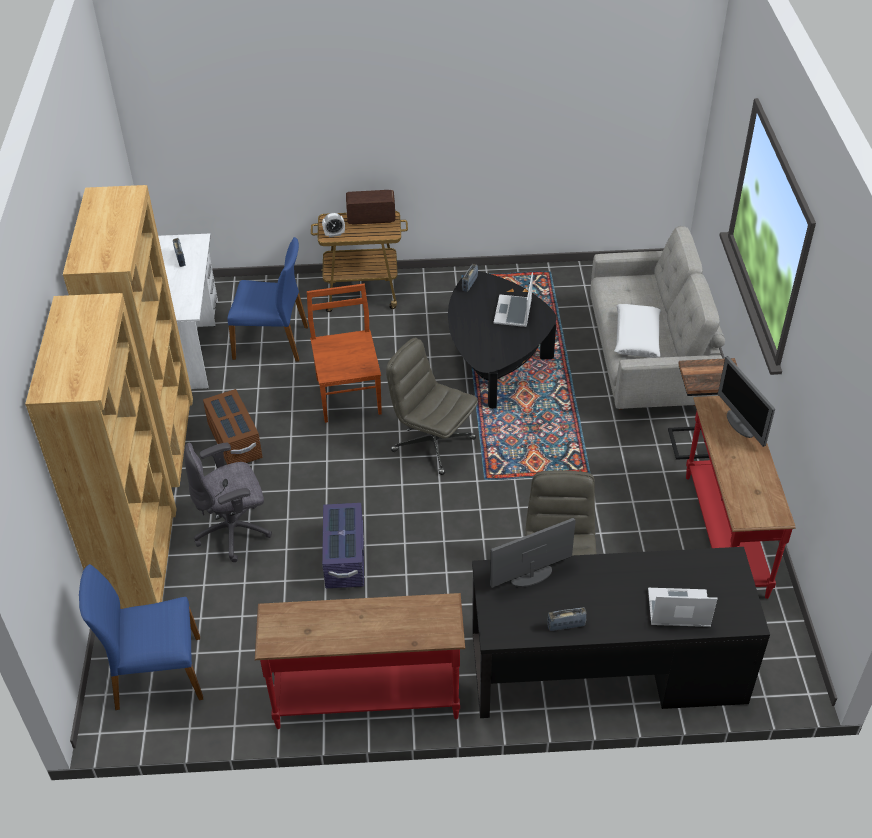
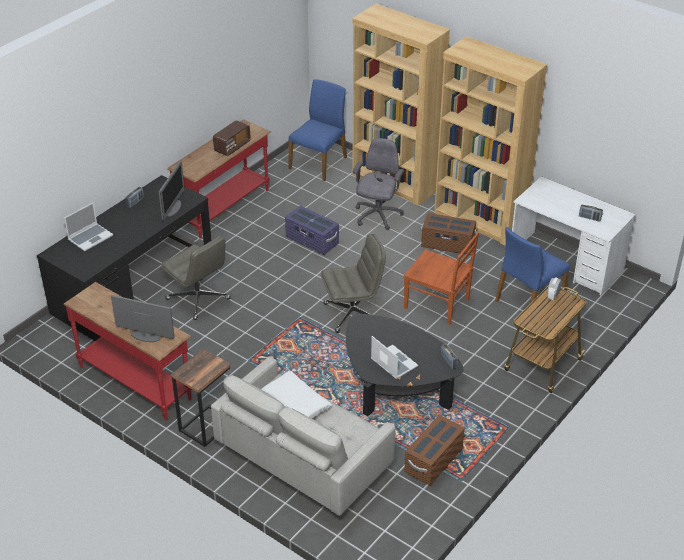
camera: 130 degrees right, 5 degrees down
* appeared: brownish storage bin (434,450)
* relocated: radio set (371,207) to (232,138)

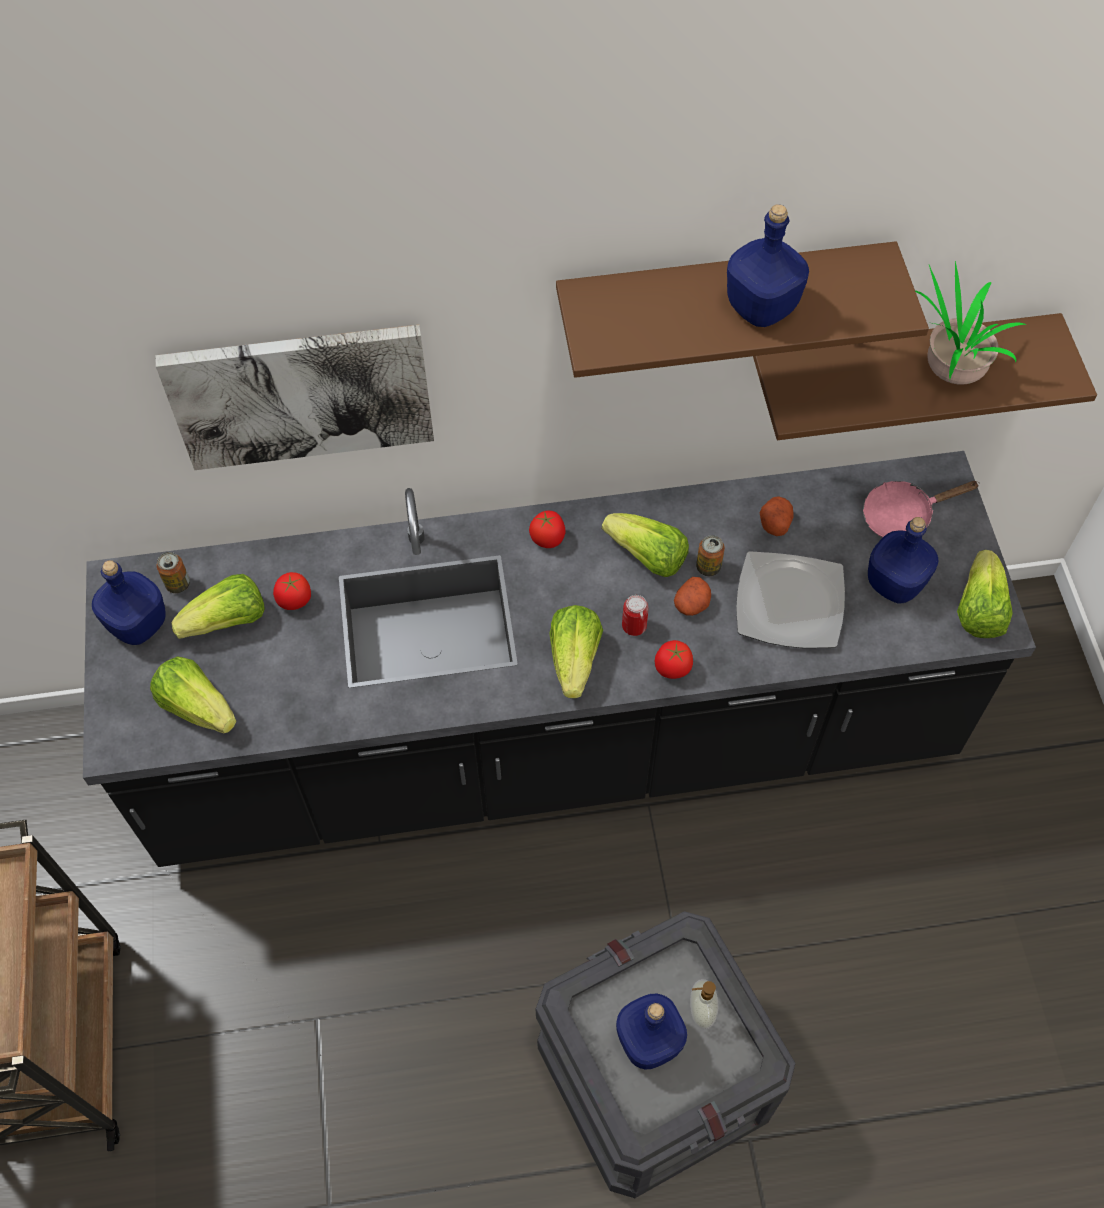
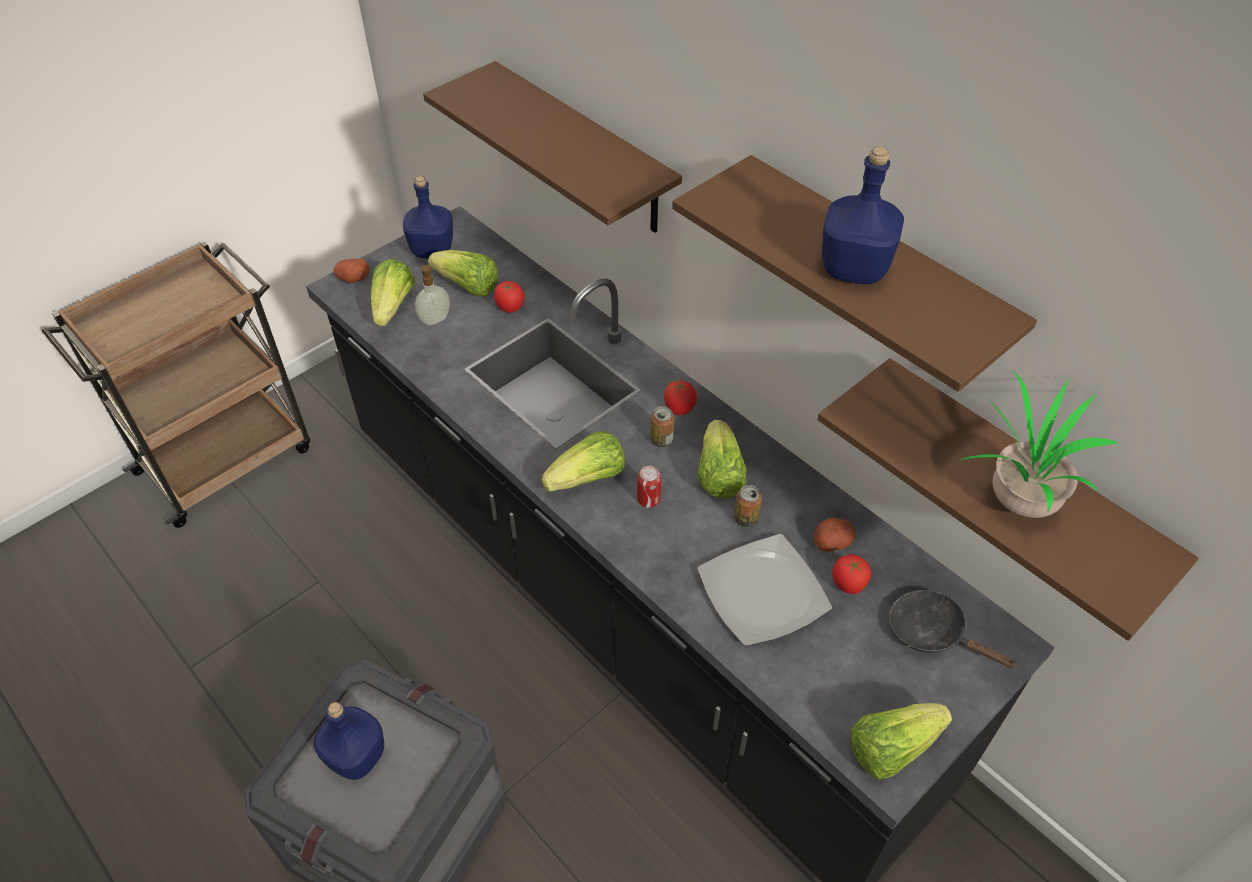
camera: 55 degrees right, 10 degrees down
* missing: blue-coloured beverage bottle (903,560)
* relocated: can (173,572) to (662,426)
* relocated: tomato (674,659) to (851,574)
* relocated: potato (692,596) to (351,271)
* relocated: liquid soap bottle (704,1004) to (432,295)
* exchanged: wall picture (295,397) to brownish shelf (552,147)
* colour: pink pan (921,509) to black-coloured pan (953,629)

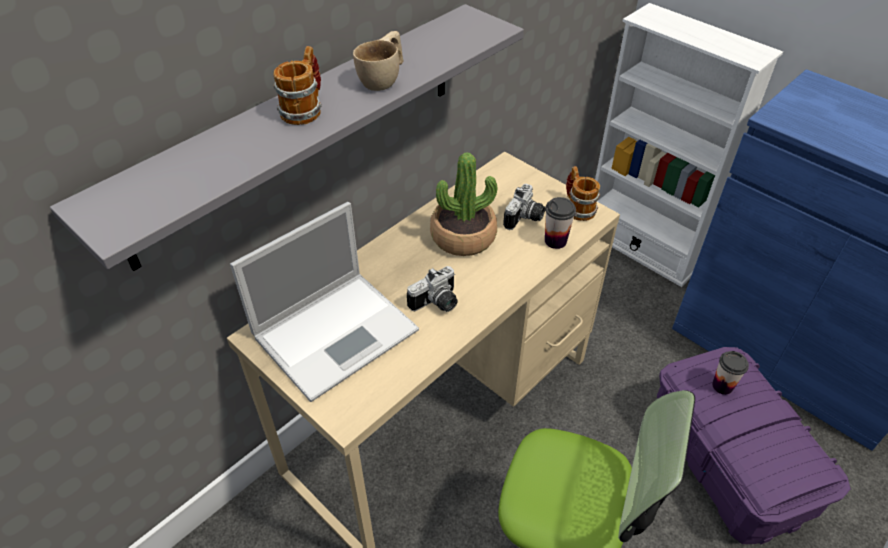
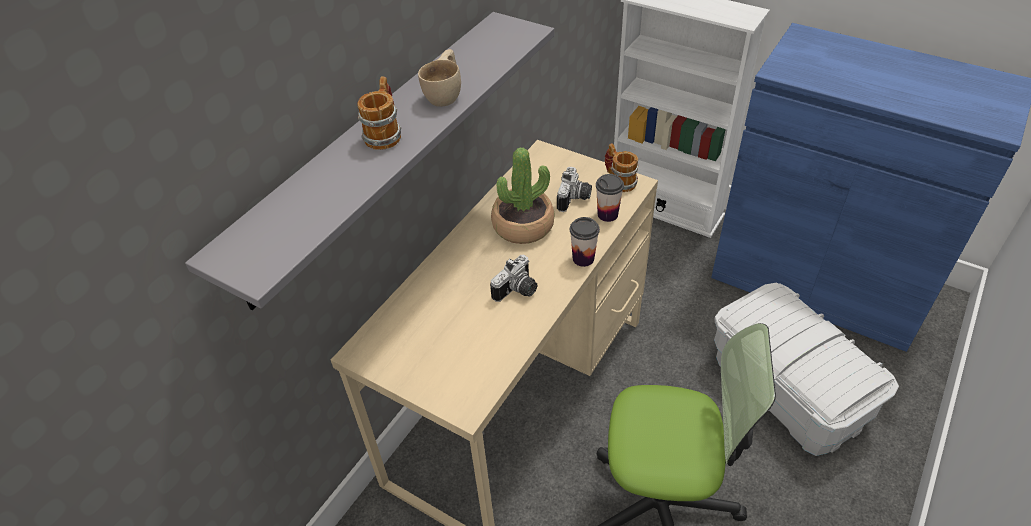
camera: 10 degrees left, 0 degrees up
* missing: notebook computer (324,302)
* relocated: drinking cup (730,373) to (585,242)
* colour: purple-coloured storage bin (754,445) to white storage bin (806,369)

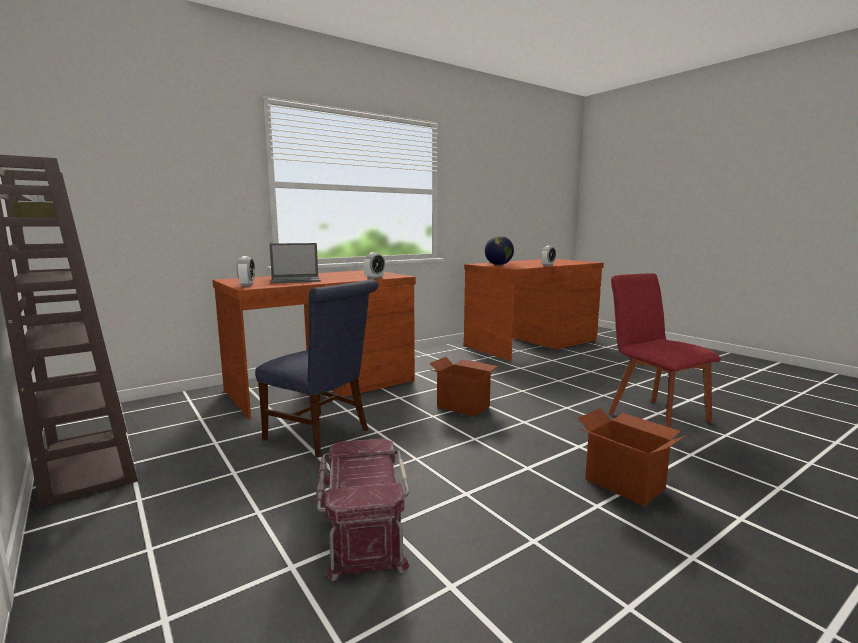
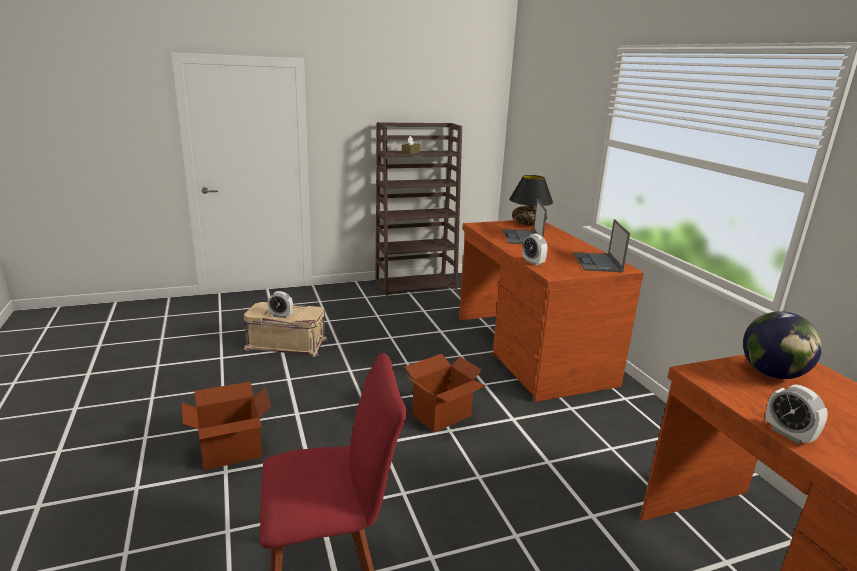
camera: 105 degrees right, 10 degrees up
* missing: blue-coloured plain chair (317,368)
* appeared: black-coloured lamp for a table (531,200)
* appeared: notebook computer (601,245)
* relocated: table clock (245,271) to (280,304)
* colour: red storage bin (363,509) to beige-coloured storage bin (286,329)

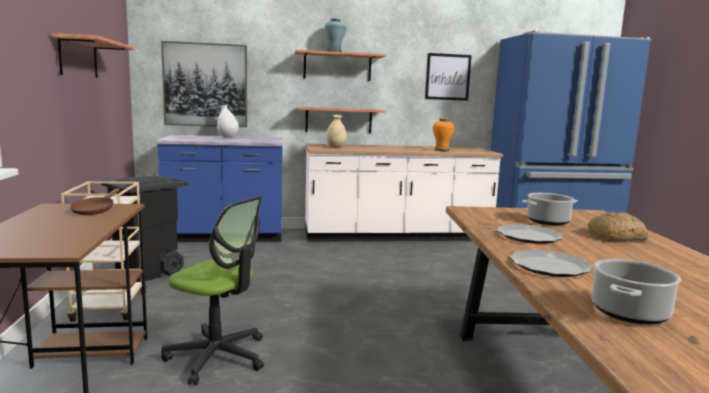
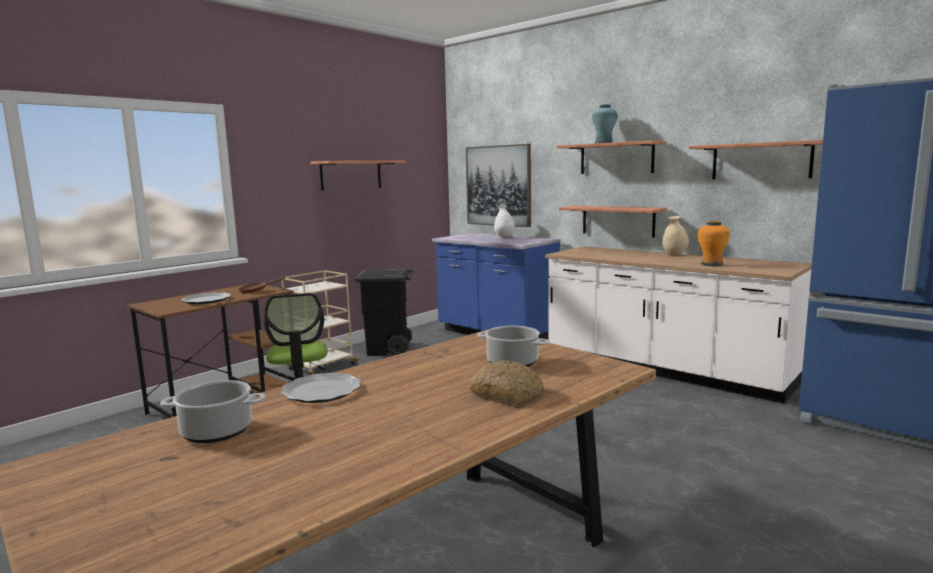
camera: 50 degrees right, 0 degrees up
* relocated: beige-coloured vase (336,131) to (675,235)
* relocated: plate (530,234) to (206,298)
* exchanged: wall picture (448,77) to shelf (756,159)

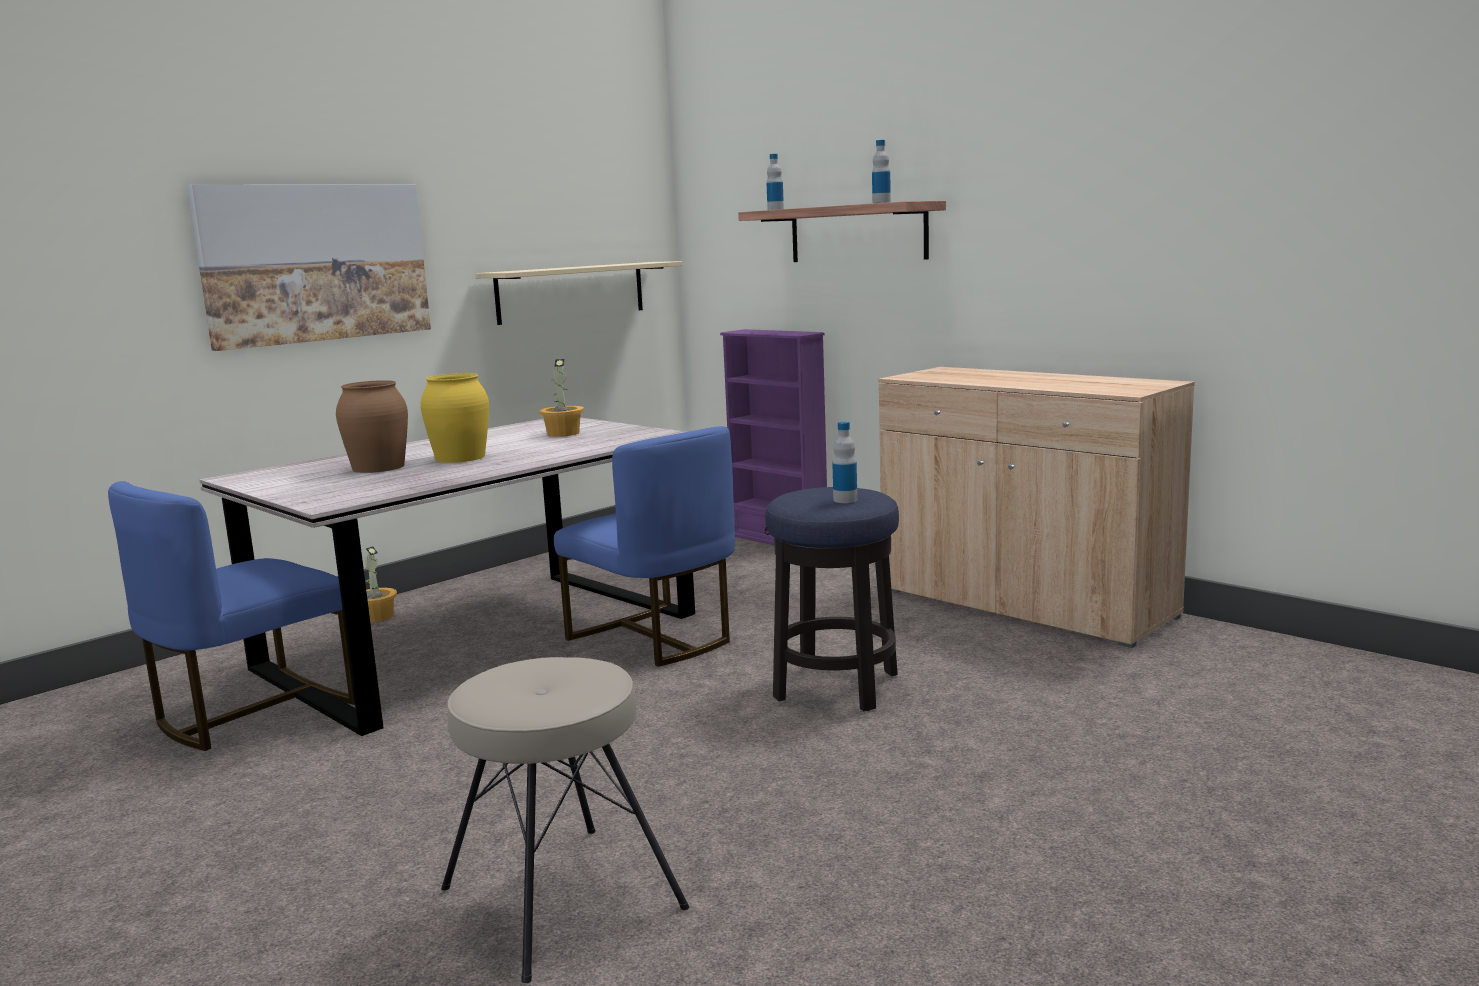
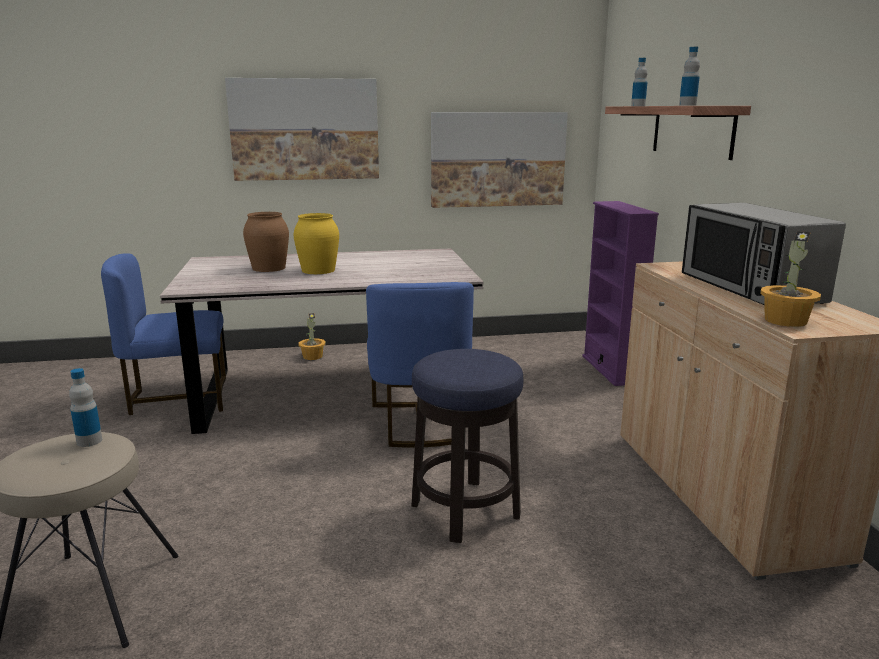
camera: 35 degrees right, 5 degrees up
* appeared: microwave (764,254)
* relocated: houseplant (561,398) to (790,279)
* relocated: beverage bottle (844,462) to (85,407)
* exchanged: beige-coloured shelf (579,293) to wall picture (499,160)

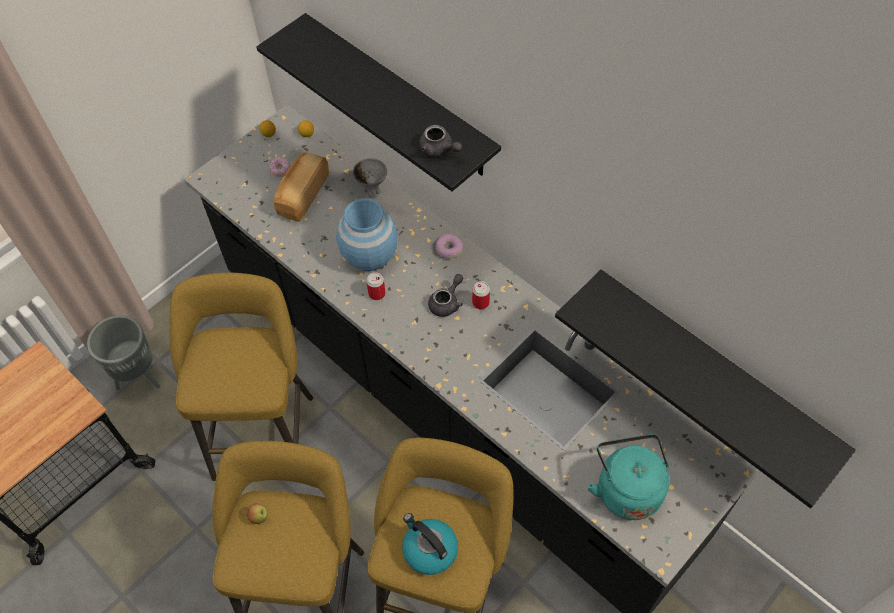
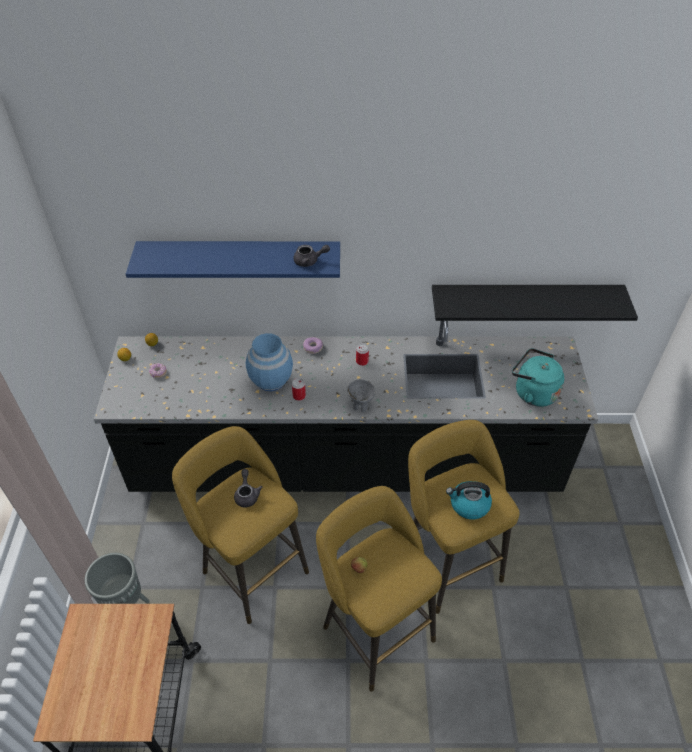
camera: 45 degrees left, 10 degrees down
* missing: bakery bread (301,187)
* relocated: gray deep dish (370,178) to (361,396)
* relocated: gray tea pot (445,295) to (248,488)
* colour: black-coloured shelf (379,102) to blue-coloured shelf (233,259)

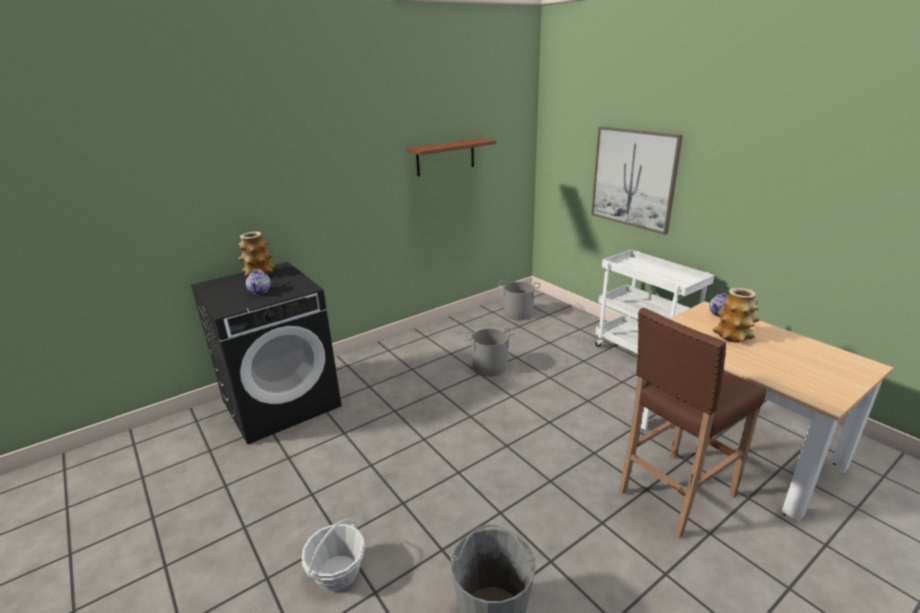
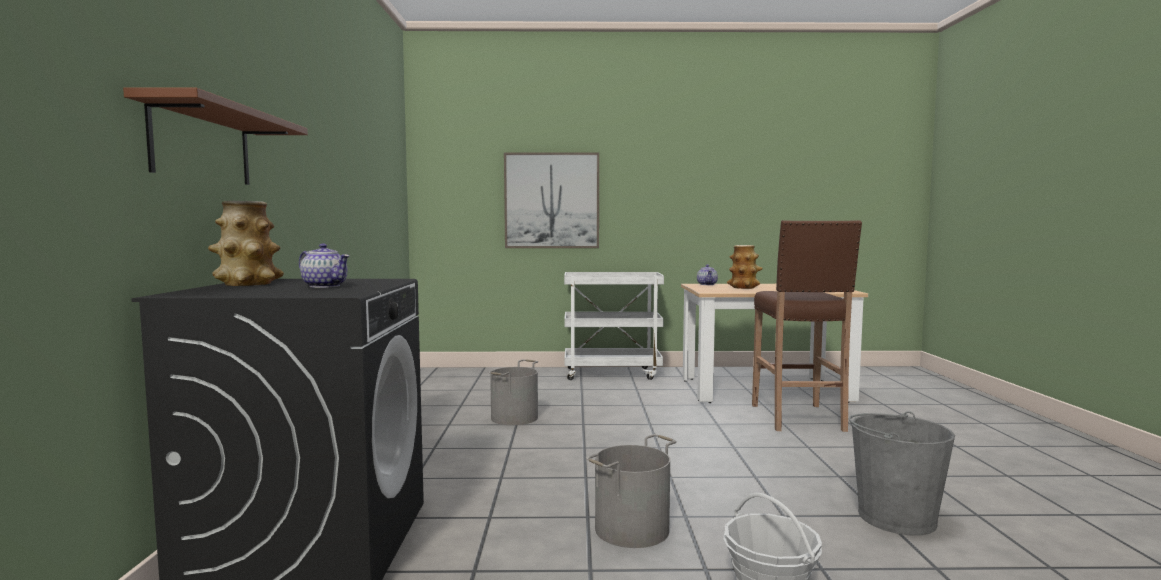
camera: 55 degrees left, 20 degrees down
* relocated: brownish shelf (451,157) to (215,136)
* relocated: gray bucket (519,300) to (631,491)

